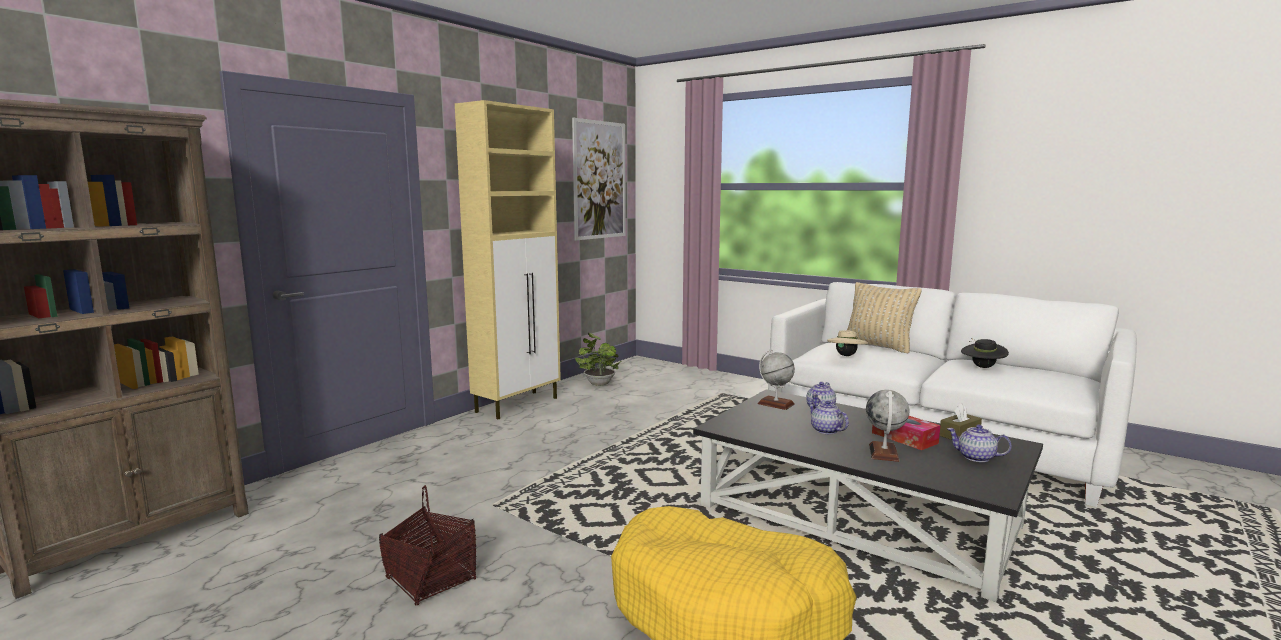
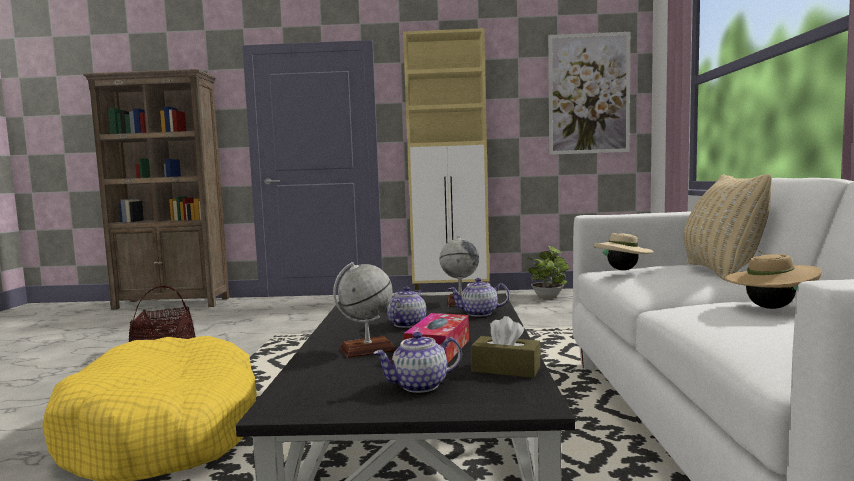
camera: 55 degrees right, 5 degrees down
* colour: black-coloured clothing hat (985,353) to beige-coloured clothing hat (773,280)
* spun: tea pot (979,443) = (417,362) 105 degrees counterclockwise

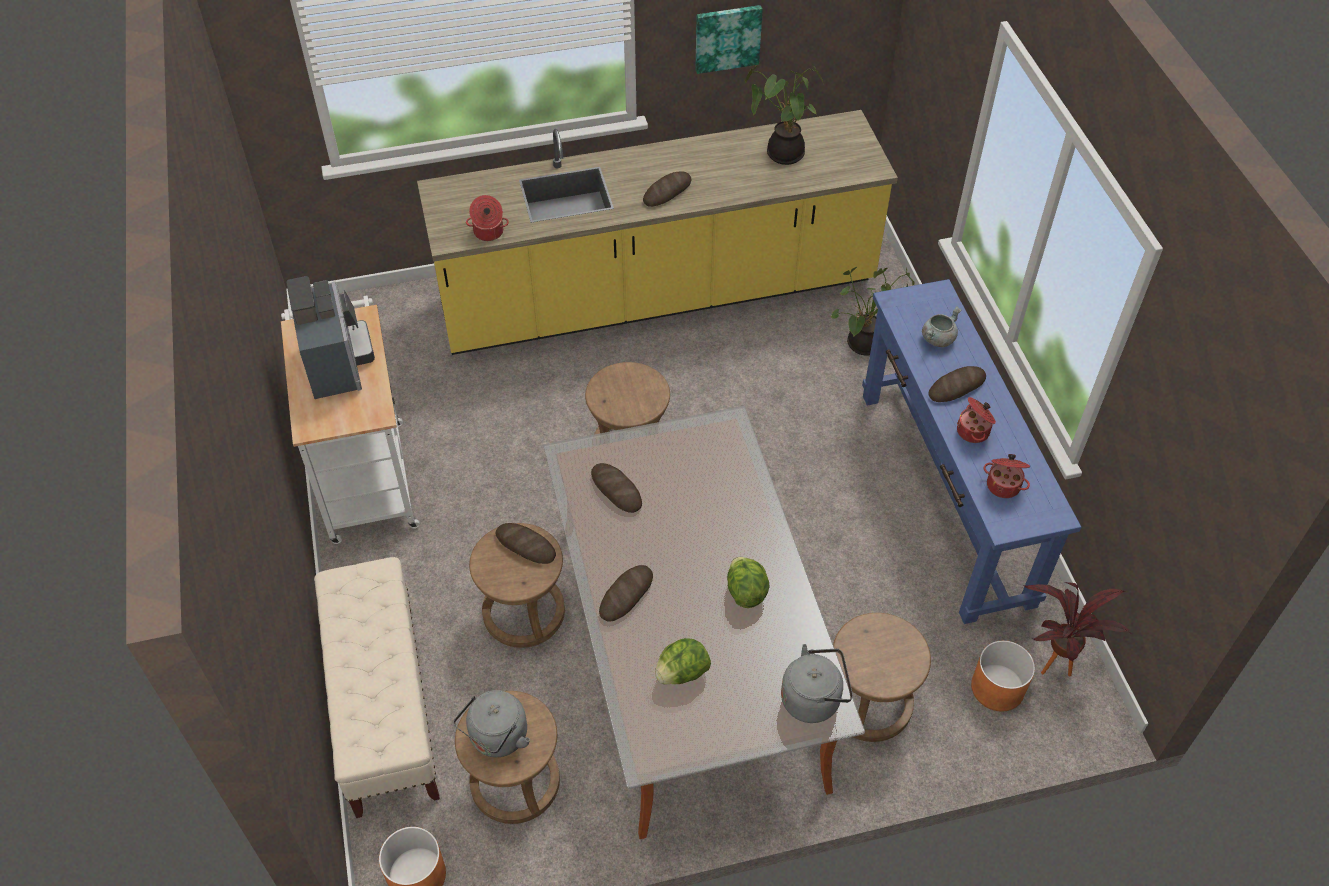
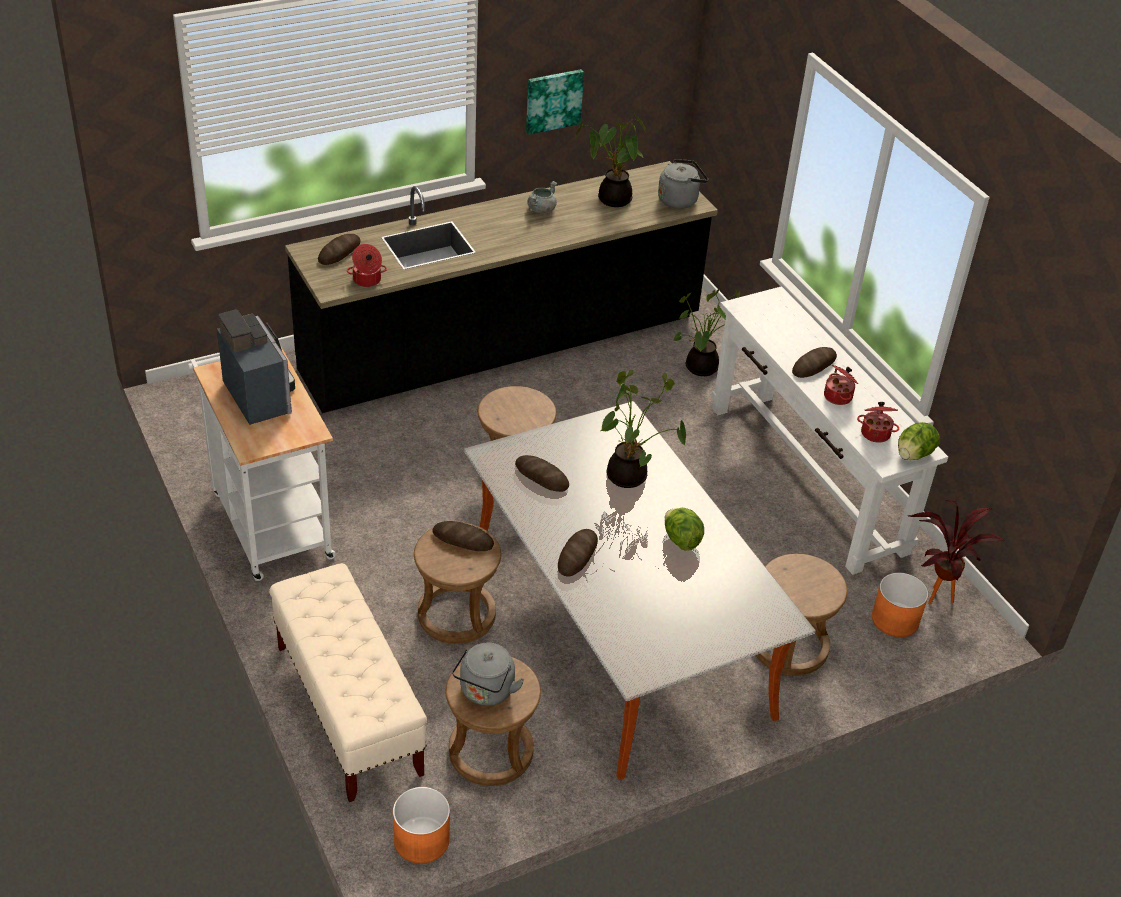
camera: 15 degrees left, 10 degrees down
* appeared: houseplant (643,429)
* relocated: bakery bread (667,189) to (339,249)
* relocated: lettuce head (683,661) to (919,441)
* relocated: gray tea kettle (817,683) to (683,184)
* relocated: gray stockpot (941,327) to (542,197)
* colour: yellow counter (657,232) to black-coloured counter (501,287)
* colour: blue-coloured hall table (971,451) to white hall table (829,430)

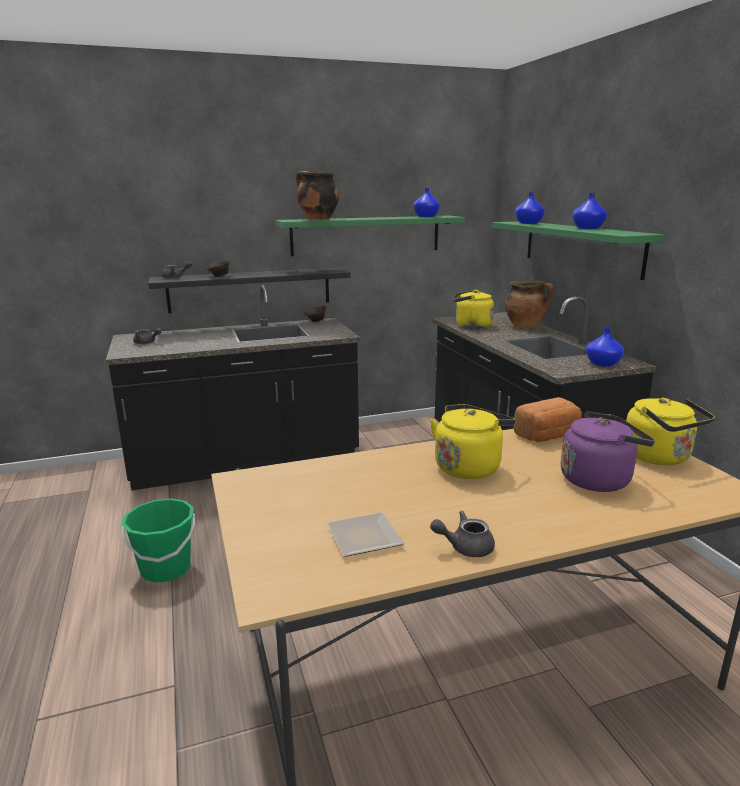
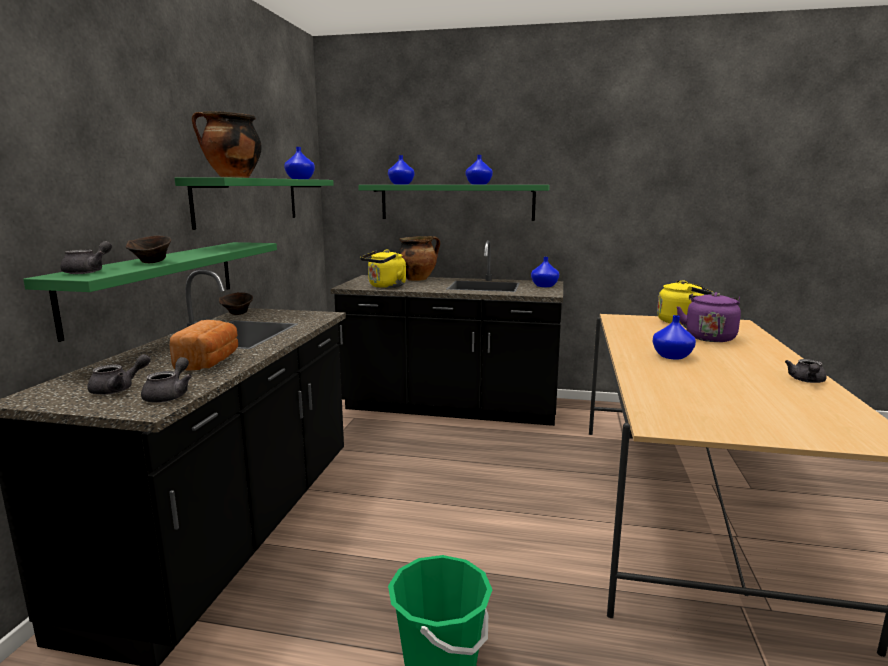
camera: 60 degrees left, 5 degrees down
* missing: plate (366,535)
* appeared: gray tea pot (166,380)
* relocated: bakery bread (547,419) to (204,345)
* exchanged: yellow tea kettle (472,441) to blue-coloured vase (674,337)
* colour: black-coloured shelf (249,290) to green shelf (150,292)

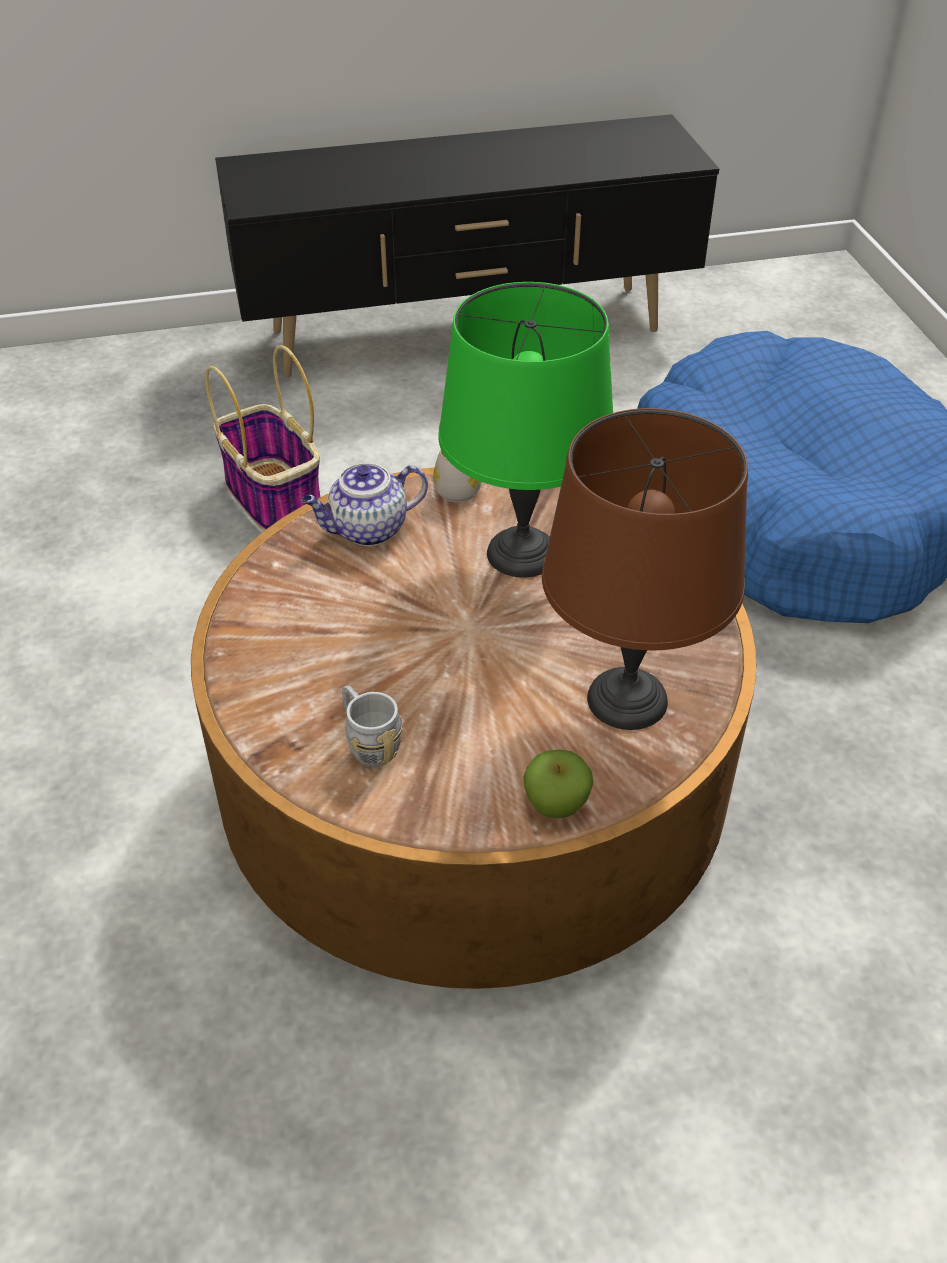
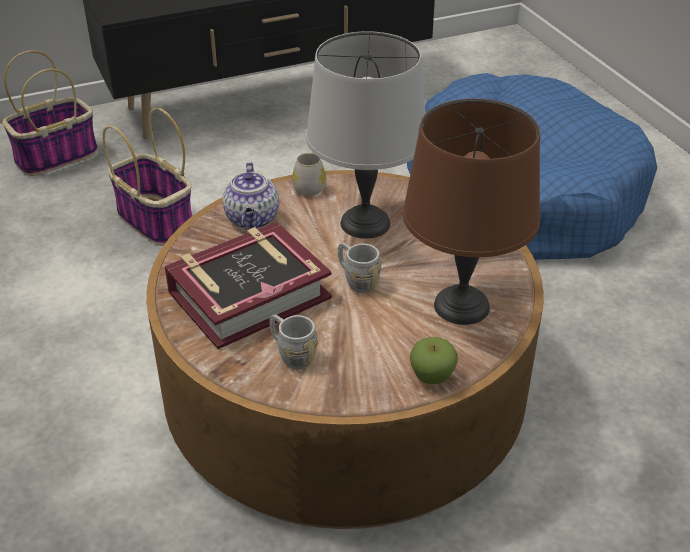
camera: 10 degrees left, 5 degrees down
* appeared: basket (50,113)
* appeared: volume (248,285)
* appeared: gray tea mug (360,268)
* colour: green lamp for a table (525,430) to gray lamp for a table (366,135)
* spun: tea pot (365,504) = (250,196) 60 degrees counterclockwise

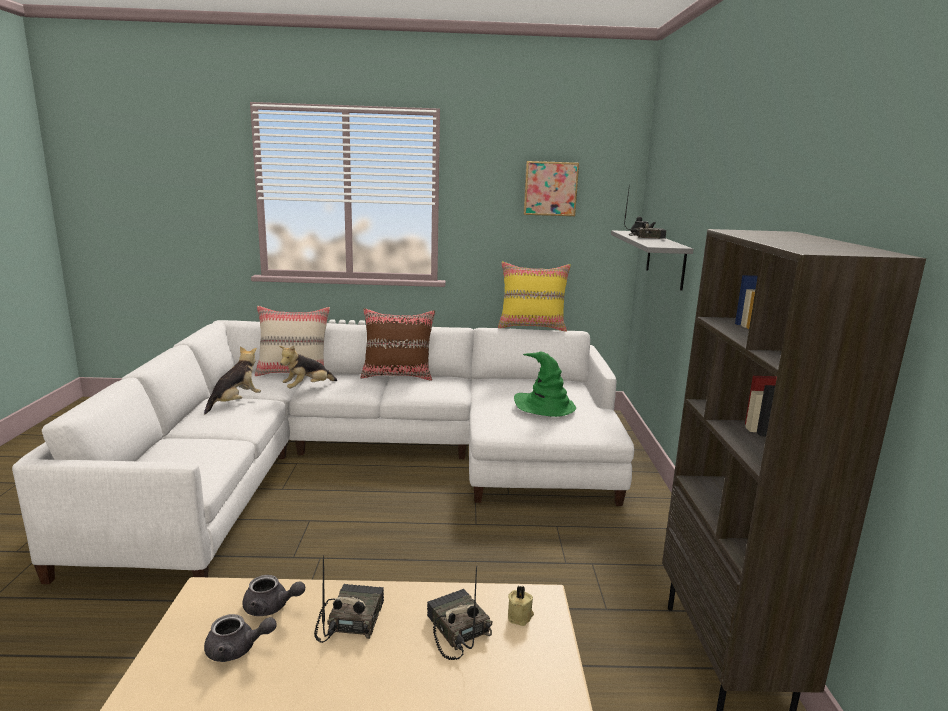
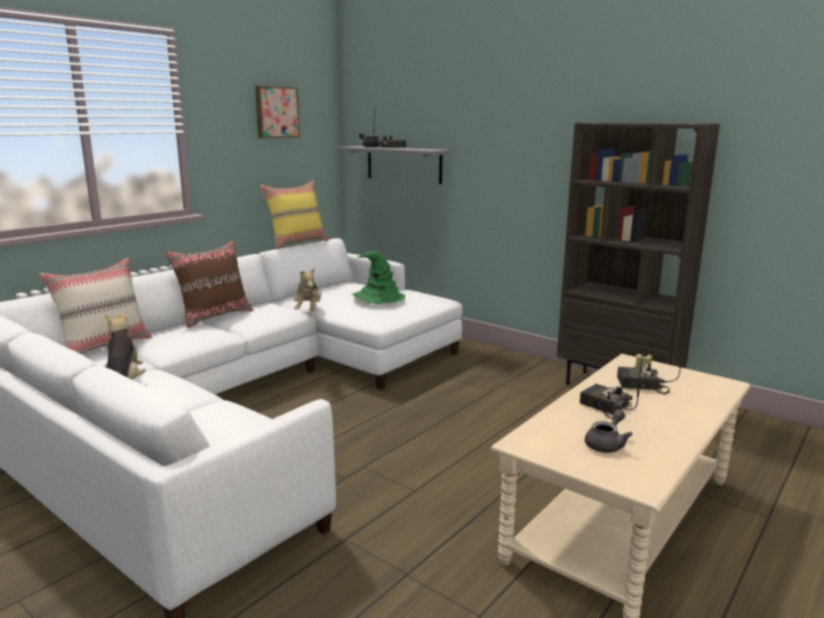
camera: 50 degrees left, 0 degrees up
* missing: gray tea pot (273,595)
* relocated: plush toy (308,367) to (307,289)

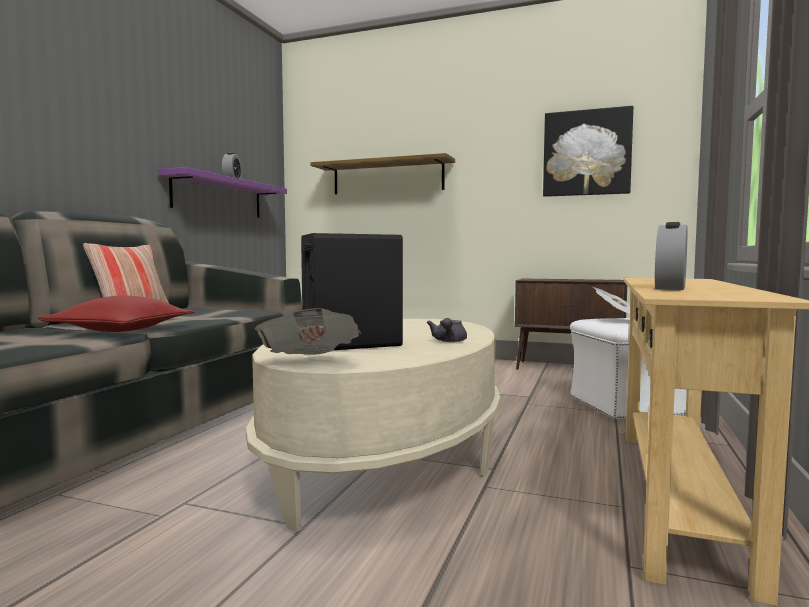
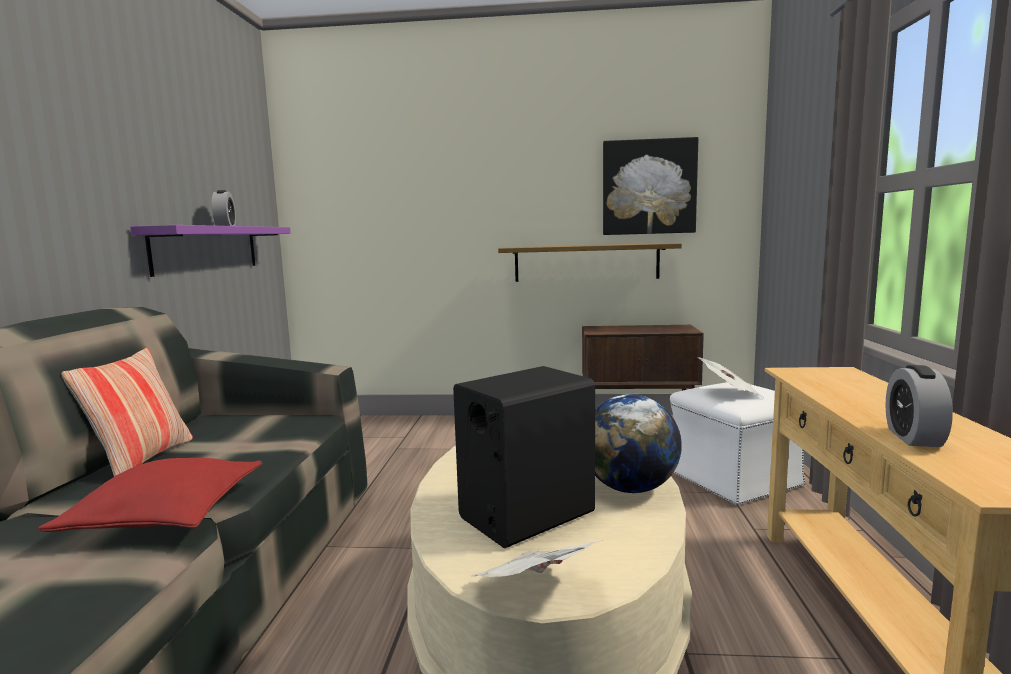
camera: 15 degrees left, 5 degrees up
* relocated: shelf (382,174) to (590,262)
* exchanged: gray tea pot (447,330) to world globe (638,443)

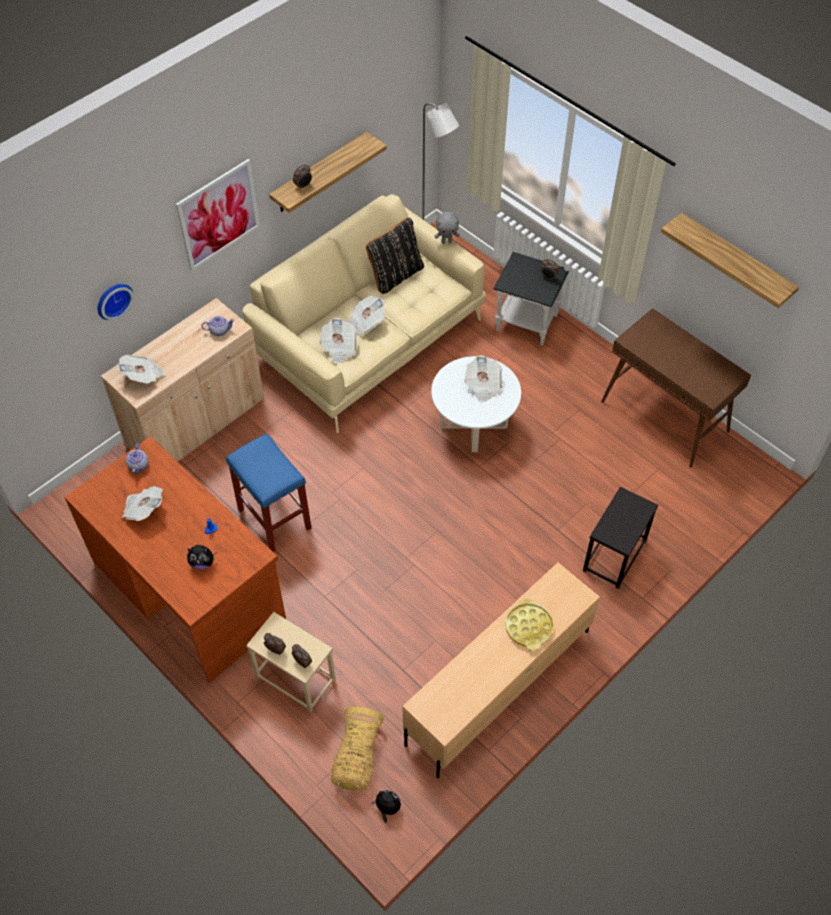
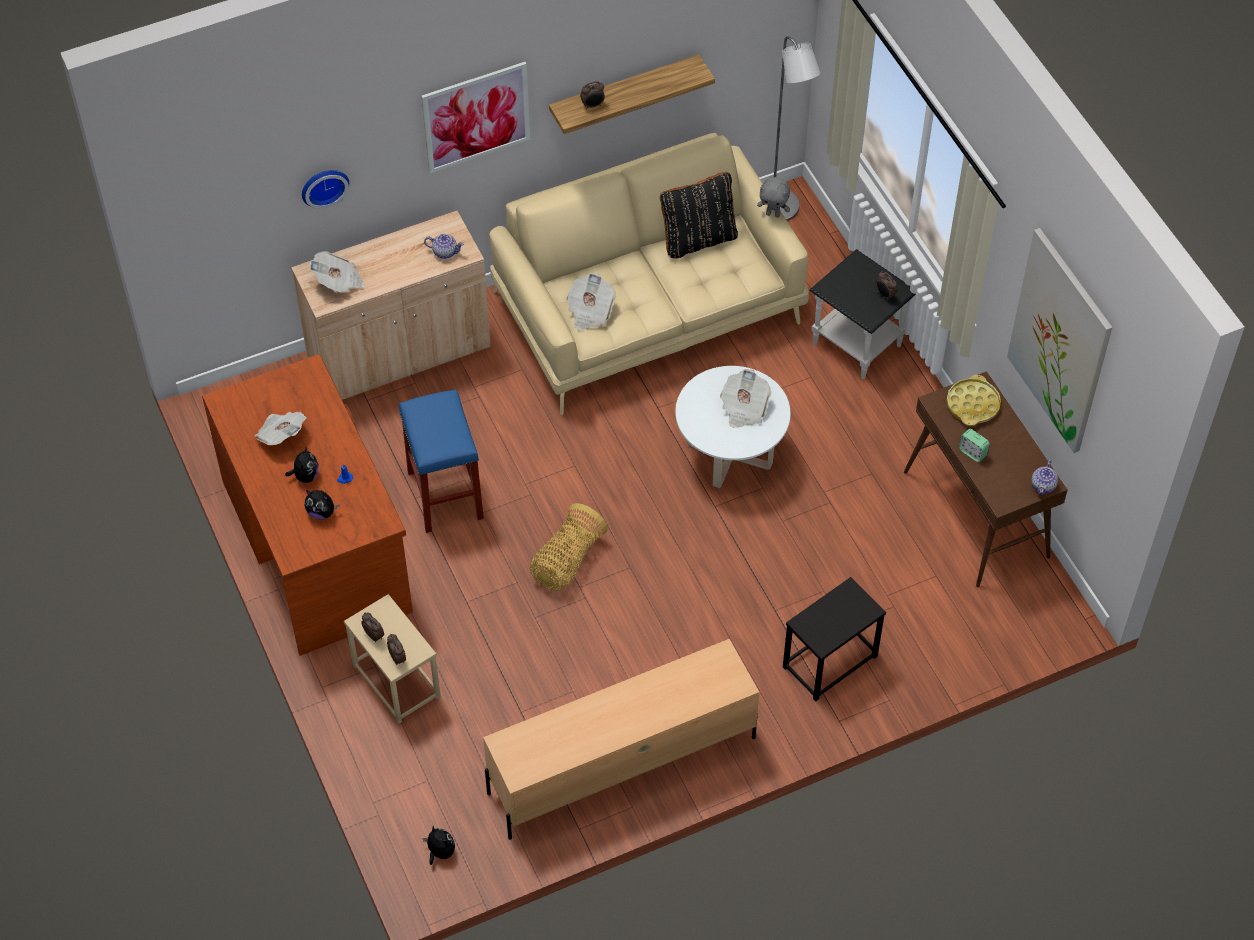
camera: 20 degrees right, 0 degrees up
* missing: printed paper (366,316)
* appeared: plush toy (302,464)
* appeared: table clock (974,445)
* relocated: tea pot (137,458) to (1044,477)
* relocated: basket (357,749) to (569,547)
* relocated: yellow serving tray (529,625) to (974,400)
* exchanged: shelf (730,260) to wall picture (1059,340)

